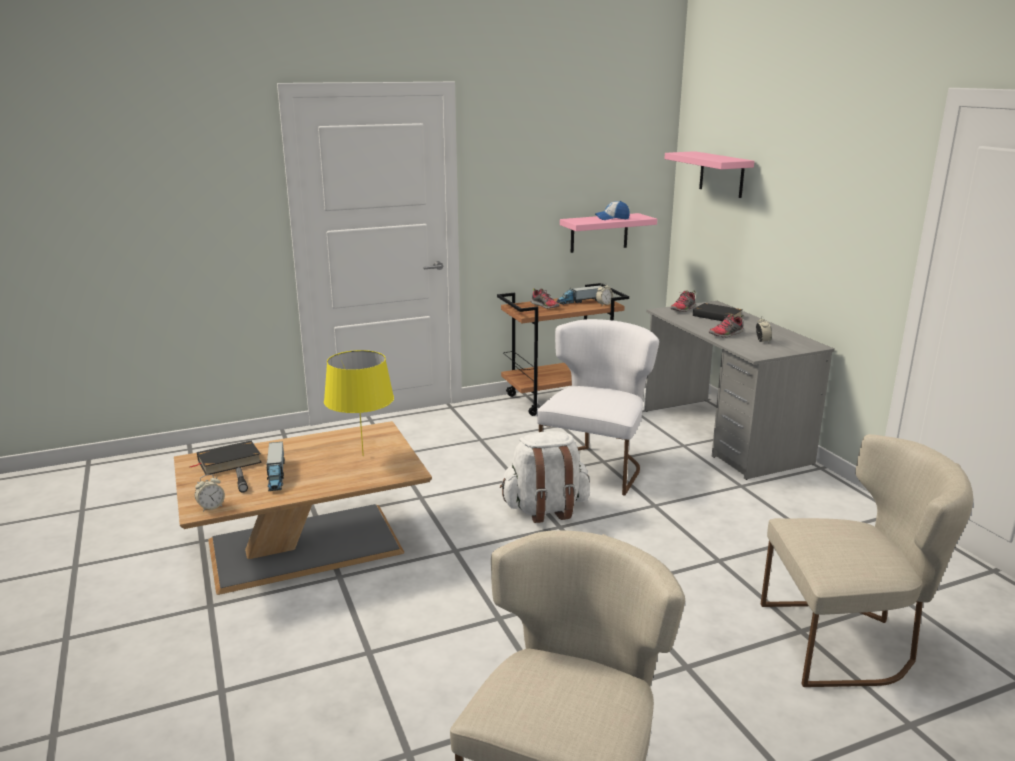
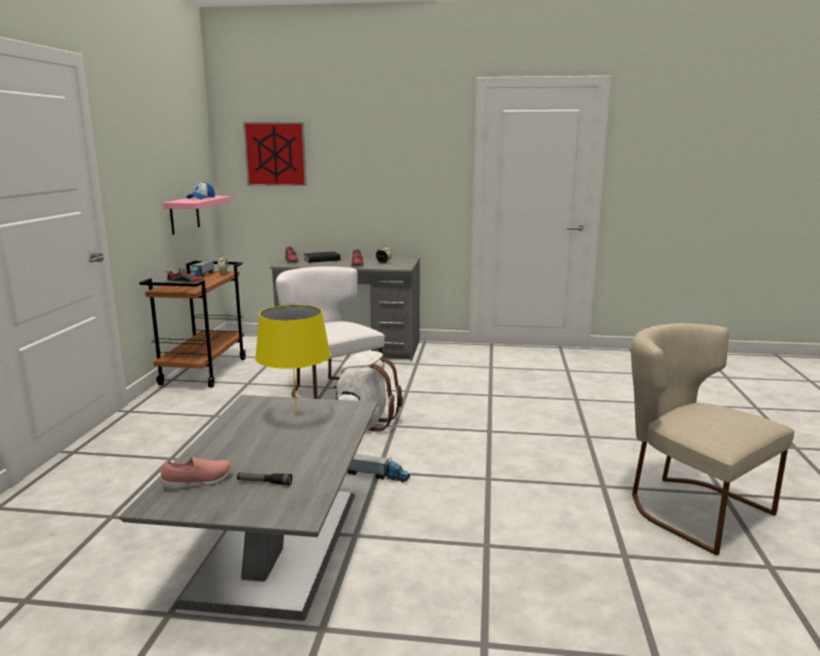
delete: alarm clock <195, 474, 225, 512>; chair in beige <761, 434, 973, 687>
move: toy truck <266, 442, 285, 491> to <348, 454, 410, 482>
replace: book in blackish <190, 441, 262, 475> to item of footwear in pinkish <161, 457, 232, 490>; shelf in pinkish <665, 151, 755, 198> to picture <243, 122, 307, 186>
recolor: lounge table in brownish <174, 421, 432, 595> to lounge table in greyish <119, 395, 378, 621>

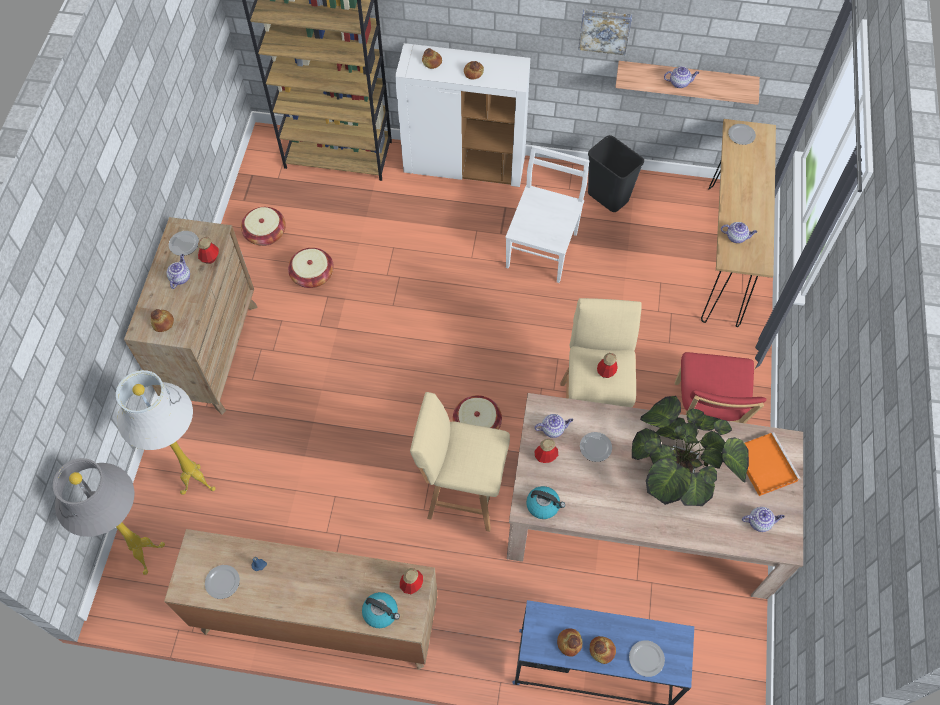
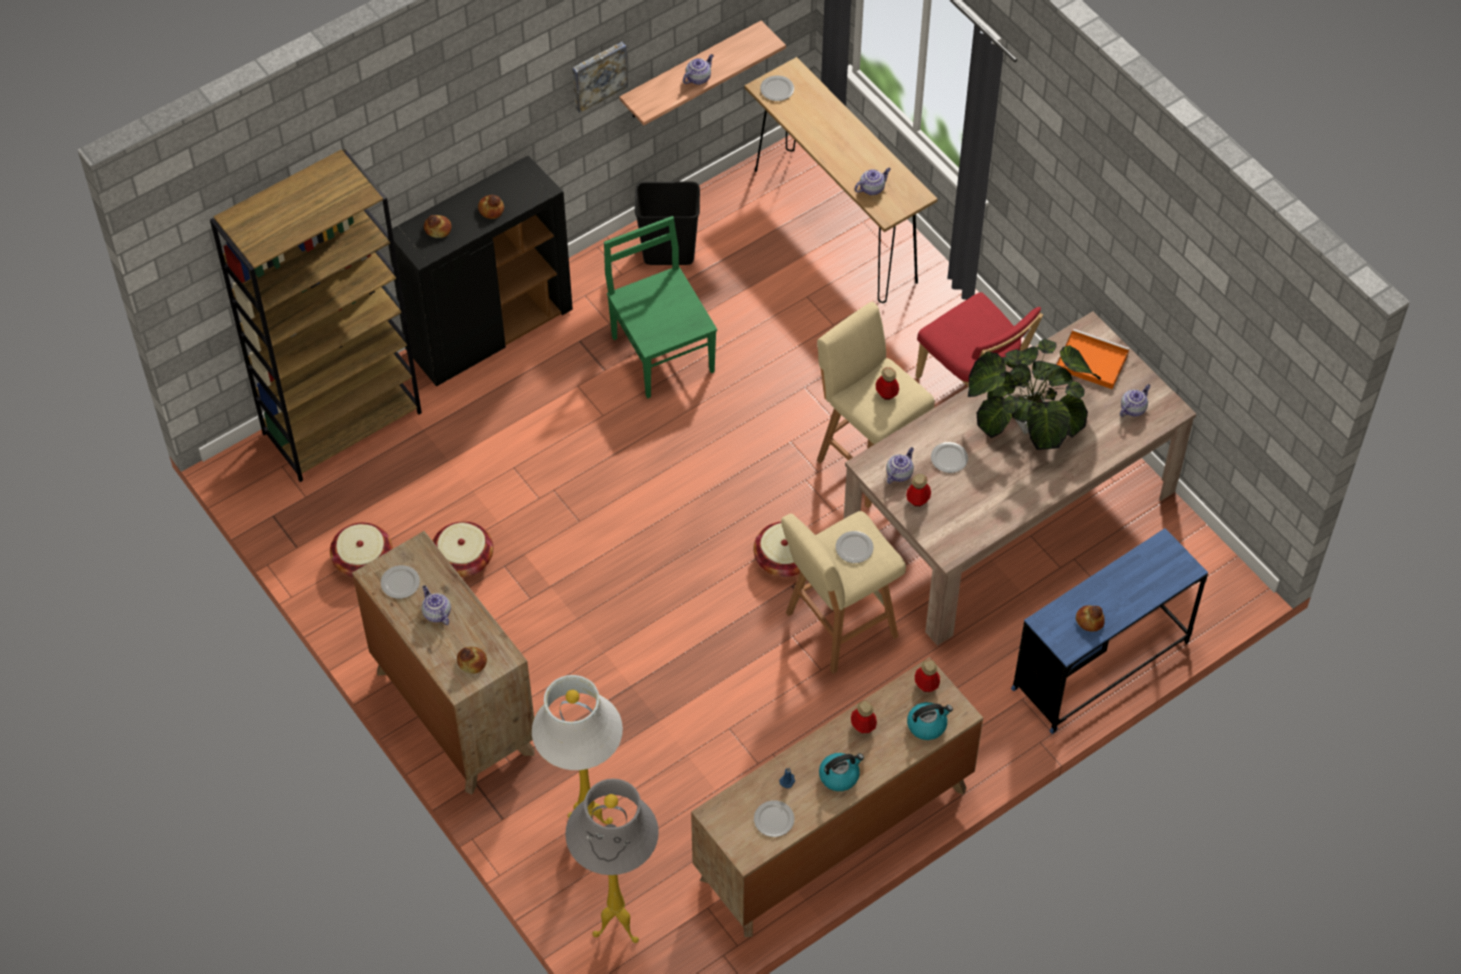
delete: bread <590, 636, 616, 664>
move: bottle <198, 237, 219, 264> to <851, 700, 877, 733>; kettle <526, 486, 565, 519> to <819, 753, 864, 791>; flat dish <629, 640, 665, 677> to <836, 531, 874, 563>
recolor: cabinet in whitish <395, 43, 530, 187> to cabinet in blackish <387, 156, 573, 387>; chair in whitish <505, 145, 590, 283> to chair in green-coloured <604, 216, 717, 398>

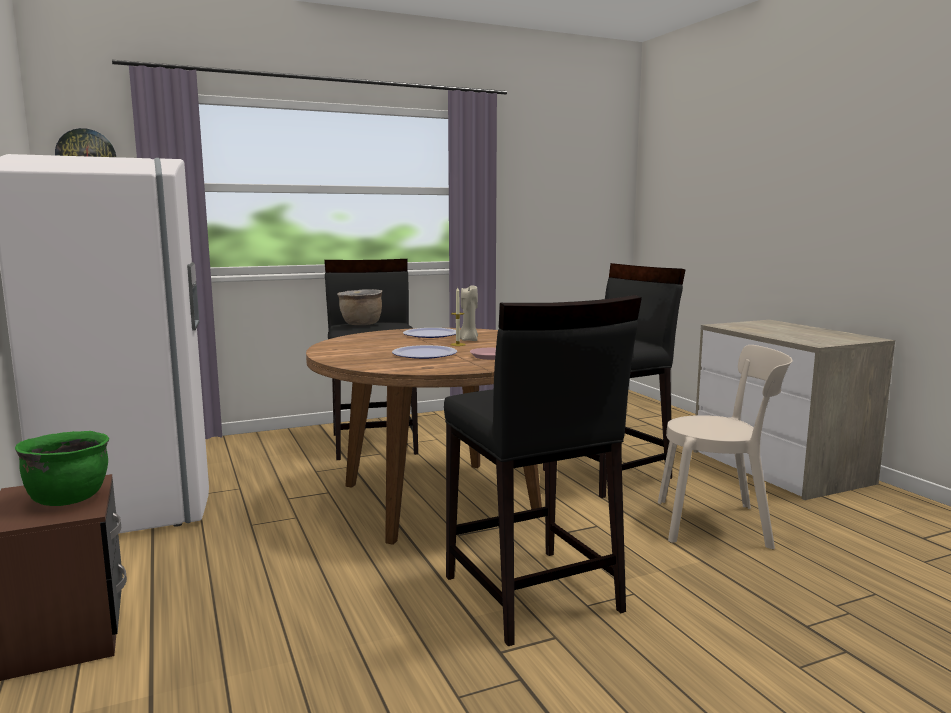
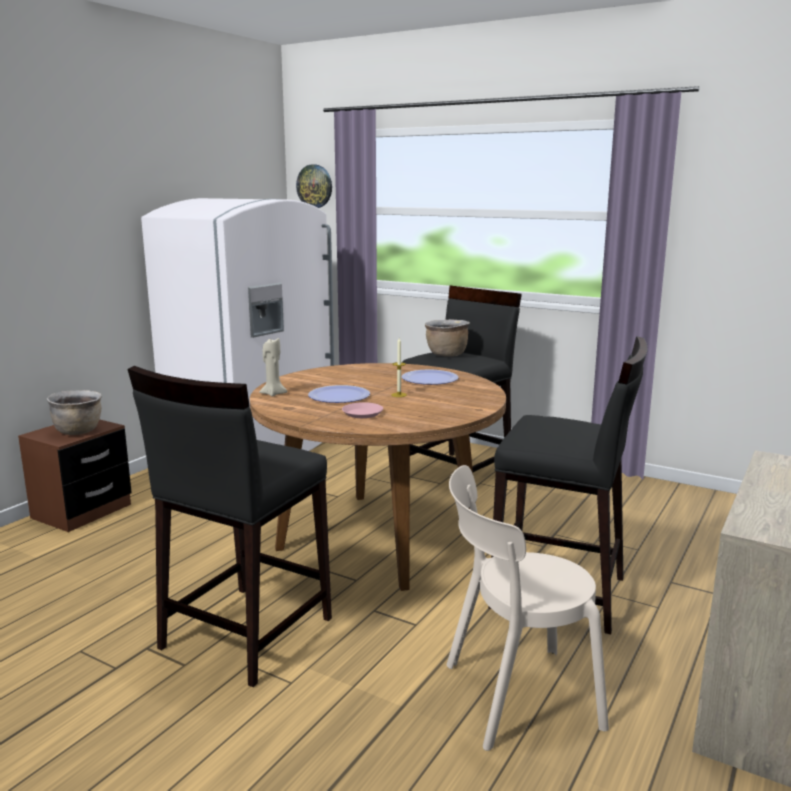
move: candle in beige <460, 285, 478, 341> to <259, 338, 288, 397>
recolor: cooking pot in green-coloured <15, 431, 109, 506> to cooking pot in brownish <47, 390, 102, 435>
rotate: chair in beige <658, 345, 793, 549> = <447, 465, 609, 751> 105 degrees clockwise

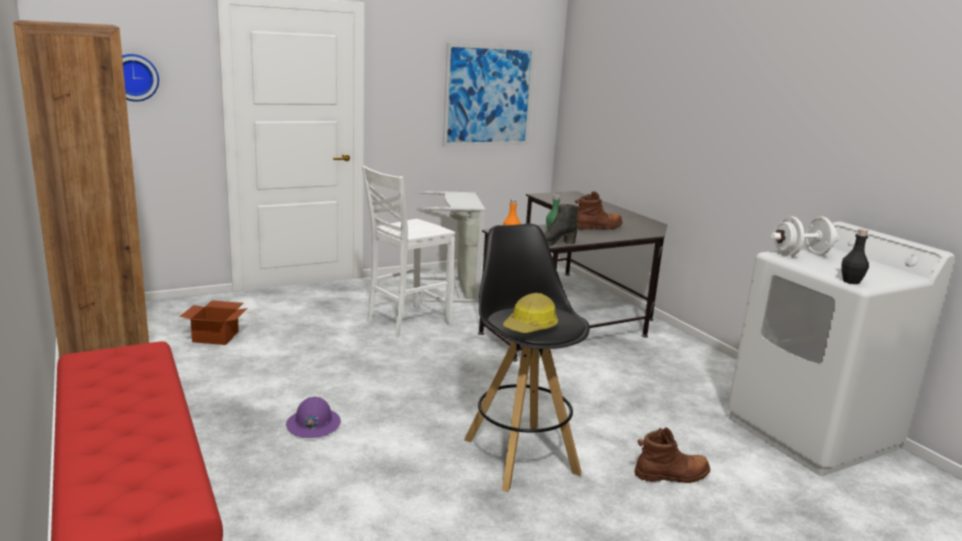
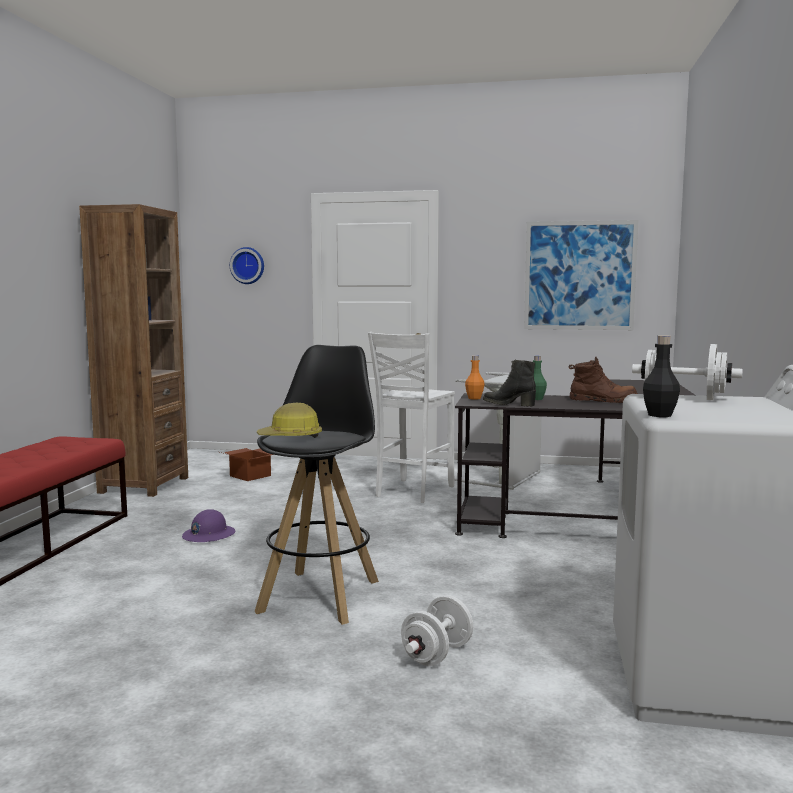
replace: boot in brownish <635, 427, 710, 483> to hand weight in whitish <401, 595, 473, 666>
rotate: chair in whitish <362, 166, 455, 337> = <368, 332, 455, 503> 60 degrees counterclockwise

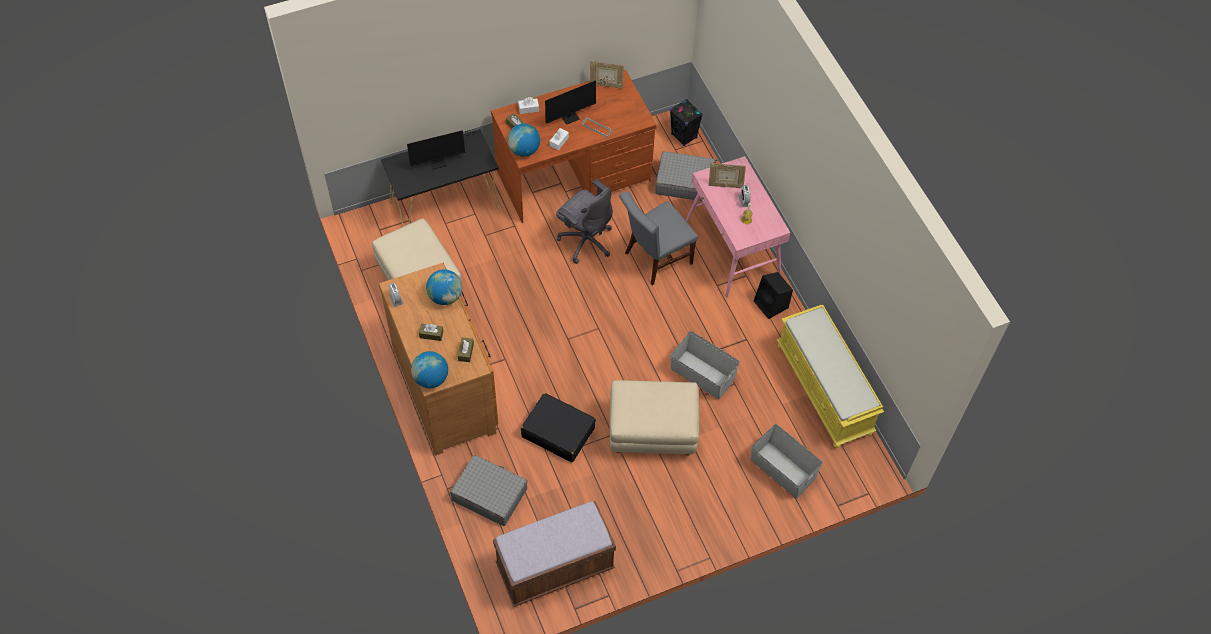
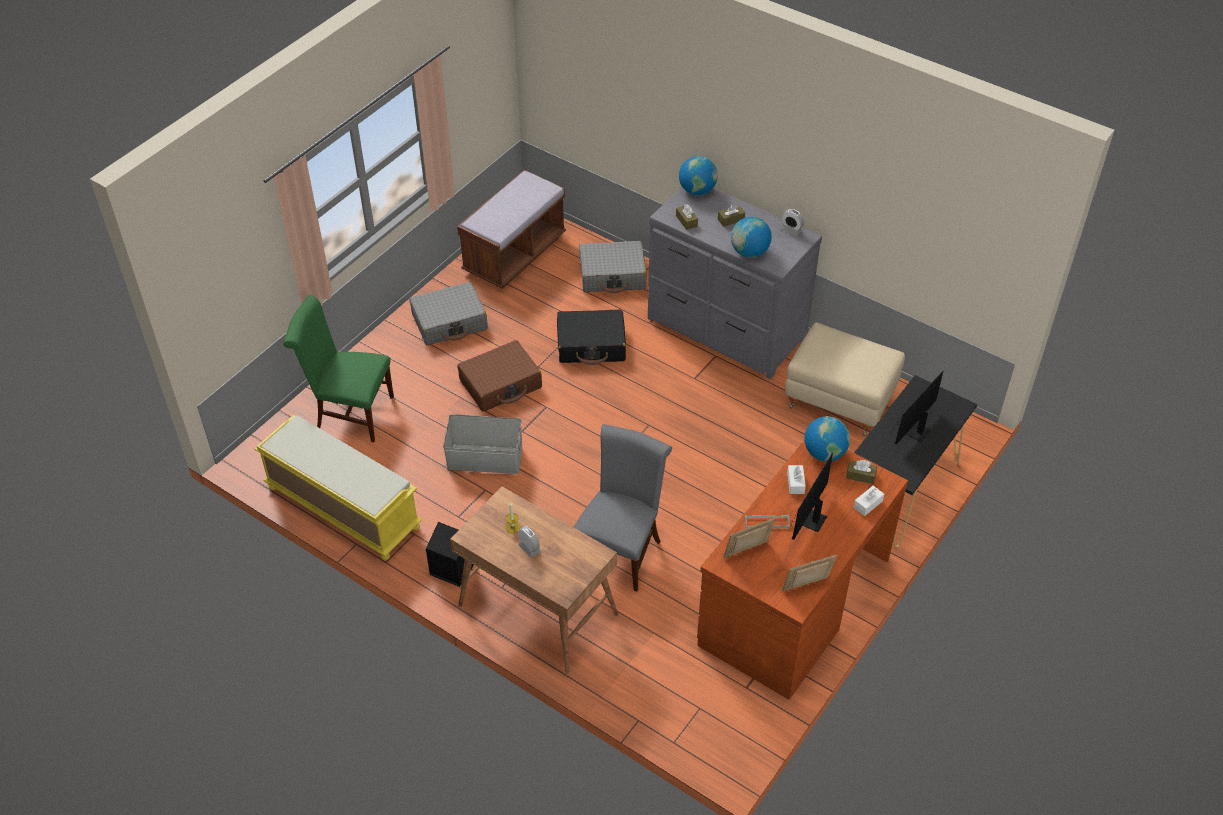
delete: desk chair in greyish <556, 179, 613, 264>; audio speaker in blackish <670, 99, 703, 146>
move: suitcase in greyish <655, 152, 715, 201> to <409, 282, 488, 345>; photo frame <709, 163, 746, 188> to <723, 518, 775, 558>
replace: ottoman in beige <610, 380, 699, 456> to suitcase in brownish <457, 340, 542, 412>; storage bin in greyish <751, 424, 823, 498> to chair in green-coloured <283, 295, 394, 442>
recolor: drawer chest in brownish <379, 263, 498, 455> to drawer chest in greyish <648, 187, 822, 379>; desk in pinkish <686, 156, 790, 297> to desk in brownish <450, 486, 618, 674>

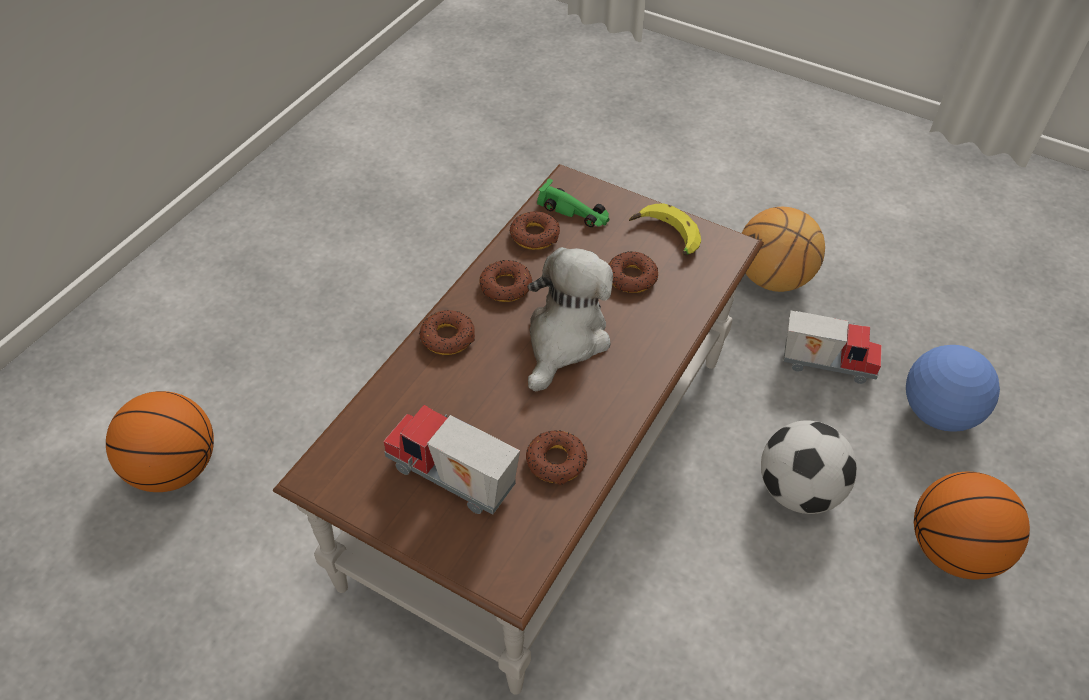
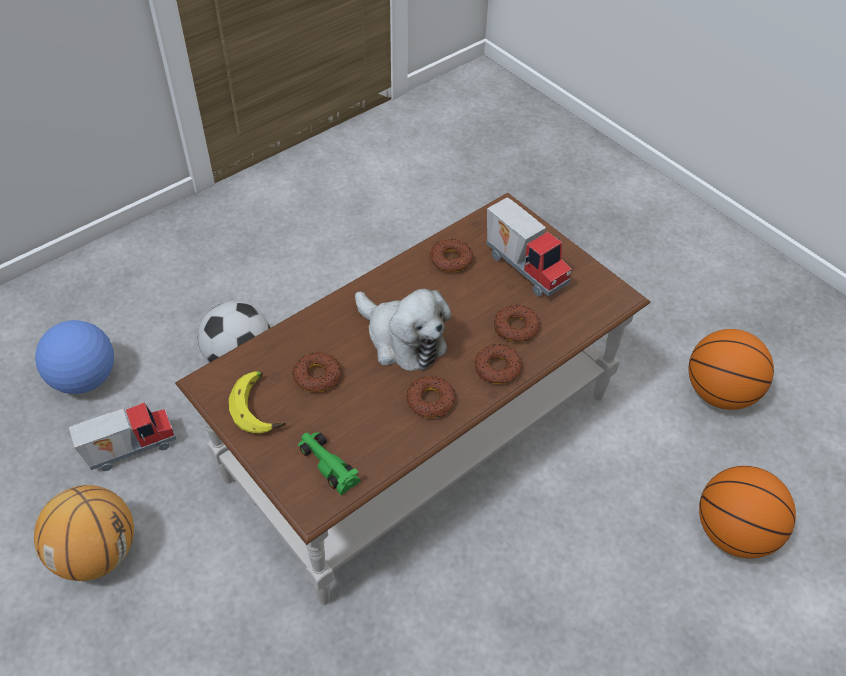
move: doughnut <510, 211, 560, 250> to <494, 305, 540, 342>; basketball <914, 472, 1030, 580> to <689, 329, 774, 410>
rotate: cuddly toy <527, 247, 613, 391> = <355, 289, 451, 371> 90 degrees counterclockwise; toy truck <783, 311, 882, 384> = <69, 402, 176, 471> 120 degrees clockwise

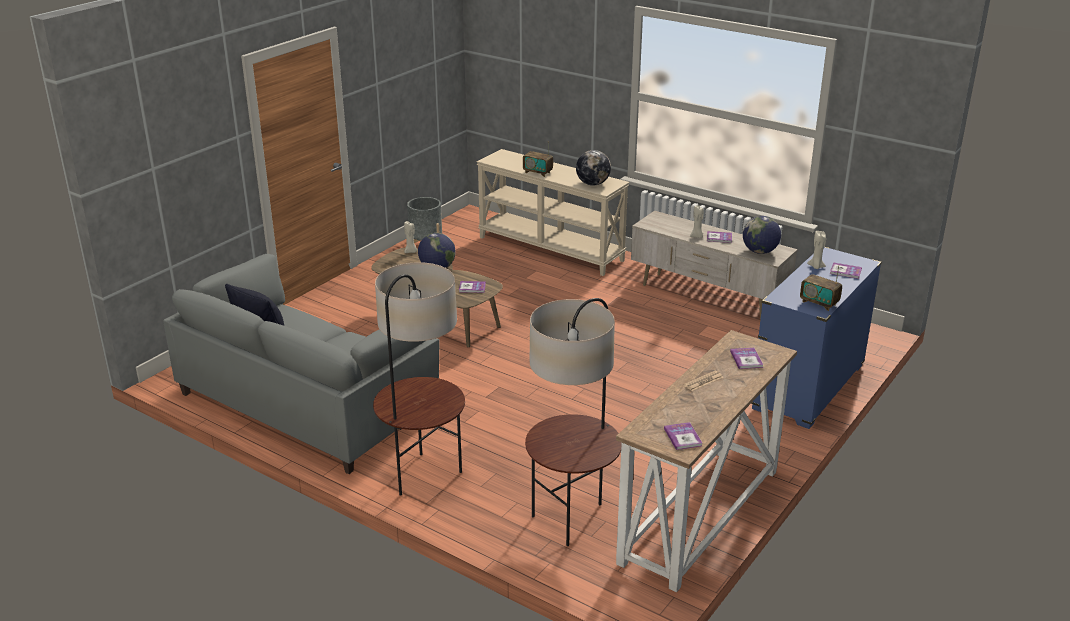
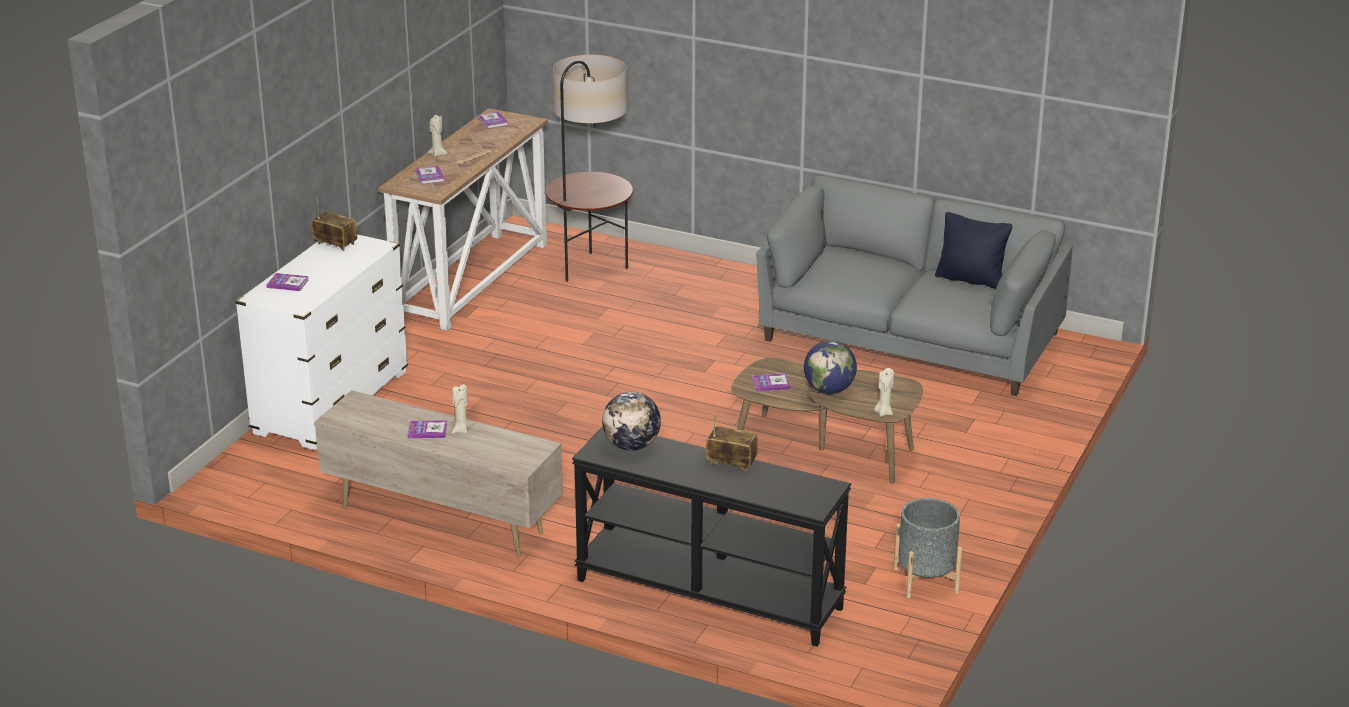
delete: standing lamp <373, 262, 465, 496>; world globe <743, 216, 781, 254>
move: candle in beige <807, 231, 826, 269> to <428, 115, 447, 157>
recolor: hall table in beige <477, 149, 629, 276> to hall table in blackish <572, 426, 851, 647>; drawer chest in bluish <751, 247, 882, 429> to drawer chest in whitish <235, 234, 408, 450>

